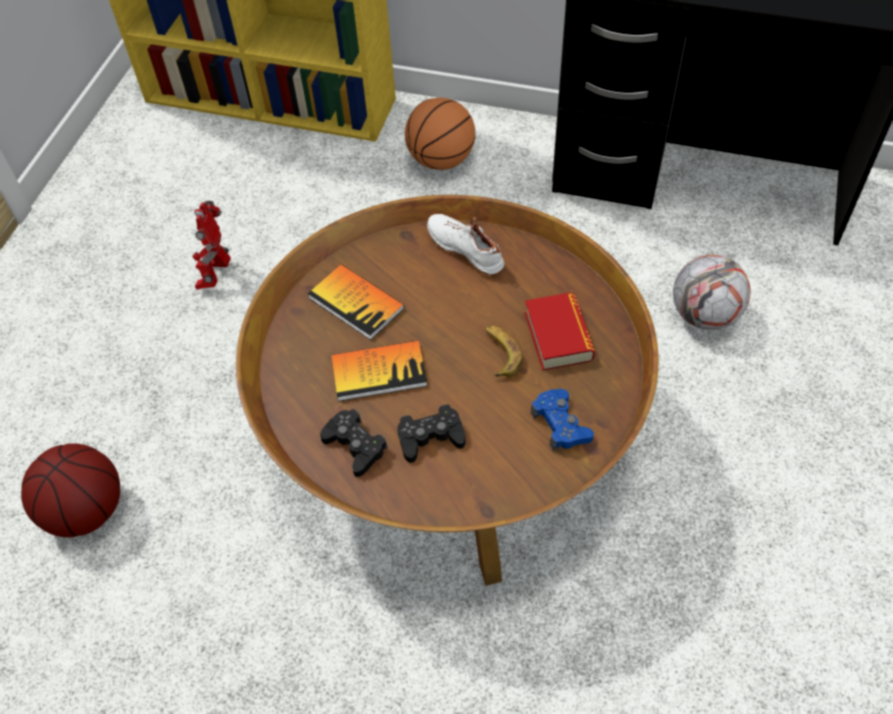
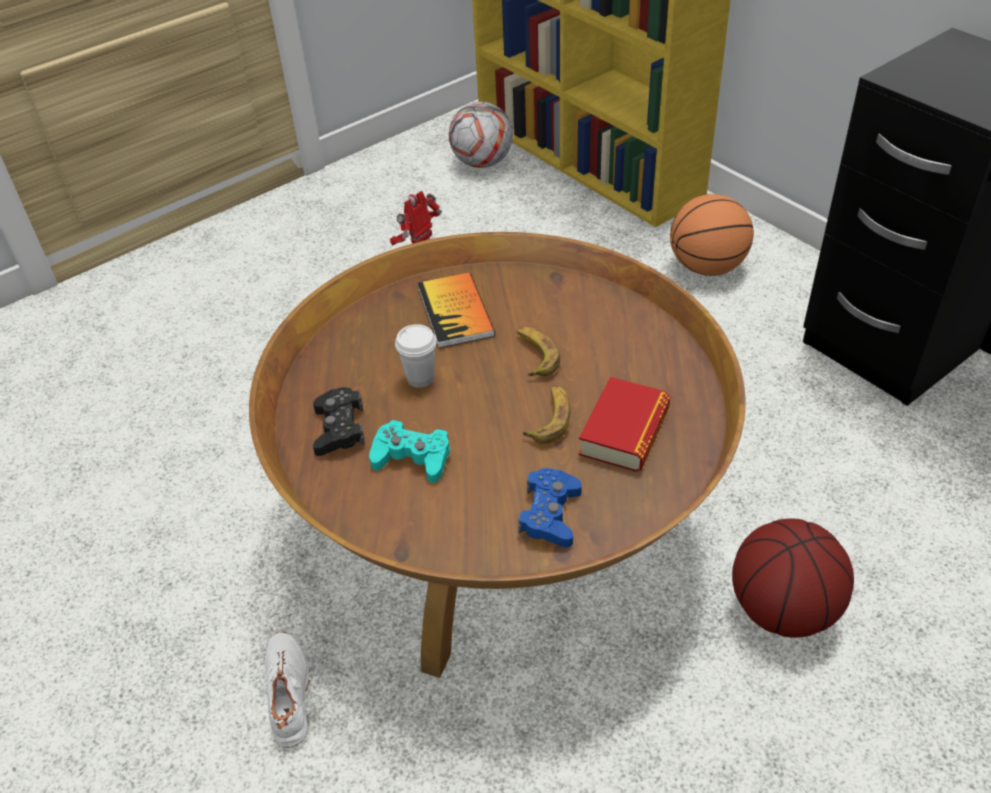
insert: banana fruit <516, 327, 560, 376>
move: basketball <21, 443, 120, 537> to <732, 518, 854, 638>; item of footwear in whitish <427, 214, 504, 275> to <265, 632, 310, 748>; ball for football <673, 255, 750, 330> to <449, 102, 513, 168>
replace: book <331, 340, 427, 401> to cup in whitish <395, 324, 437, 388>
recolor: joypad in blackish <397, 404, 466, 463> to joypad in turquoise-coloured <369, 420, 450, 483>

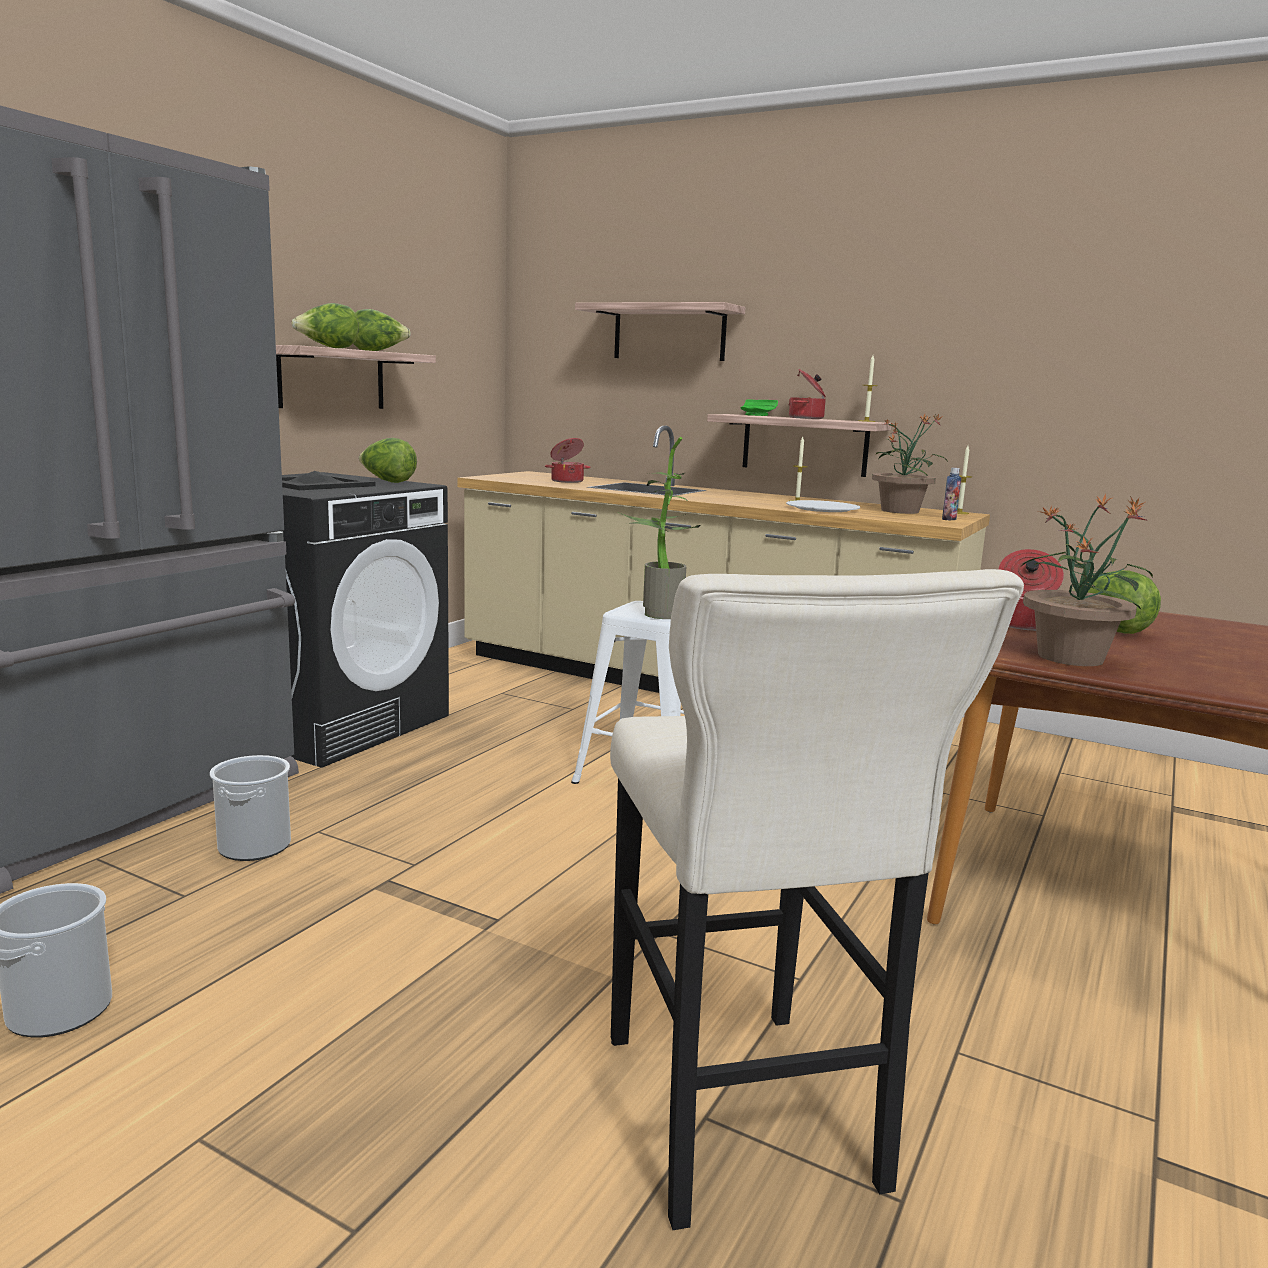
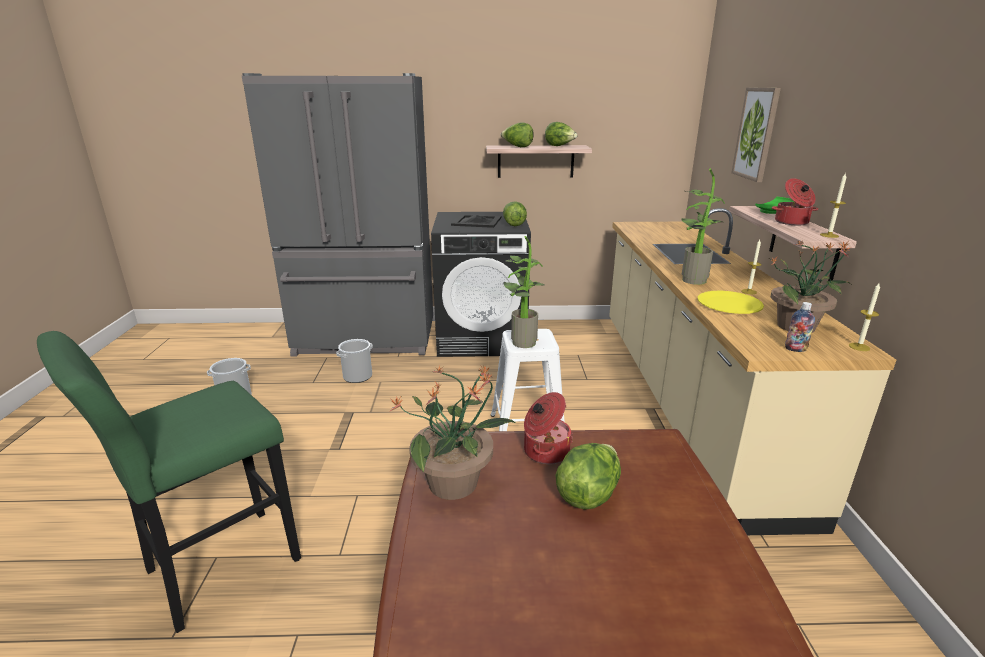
delete: cooking pot <545, 438, 591, 483>
insert: plant in a pot <681, 168, 725, 285>
replace: shelf <575, 302, 745, 361> to picture <732, 88, 781, 182>
recolor: stool in beige <610, 569, 1024, 1230> to stool in green-coloured <37, 331, 301, 633>; flat dish in whitish <786, 500, 860, 512> to flat dish in yellow <698, 291, 764, 314>

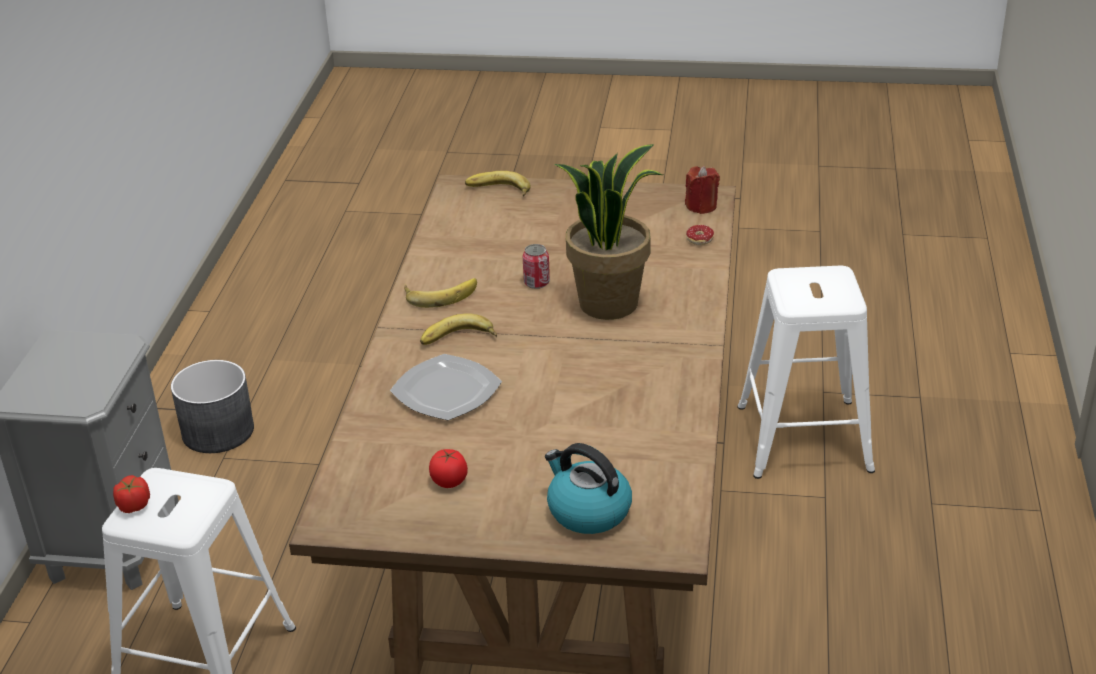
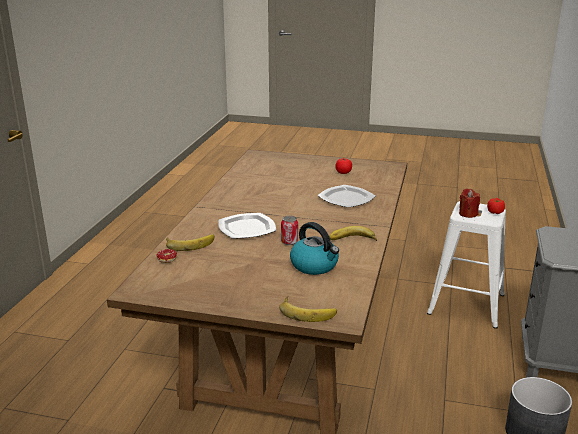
delete: stool in whitish <737, 266, 875, 479>
move: banana fruit <420, 313, 497, 345> to <166, 234, 215, 251>; kettle <545, 443, 632, 534> to <290, 222, 339, 275>; candle in red <685, 166, 720, 214> to <459, 189, 480, 218>
replace: plant in a pot <555, 144, 663, 320> to flat dish <218, 213, 276, 239>

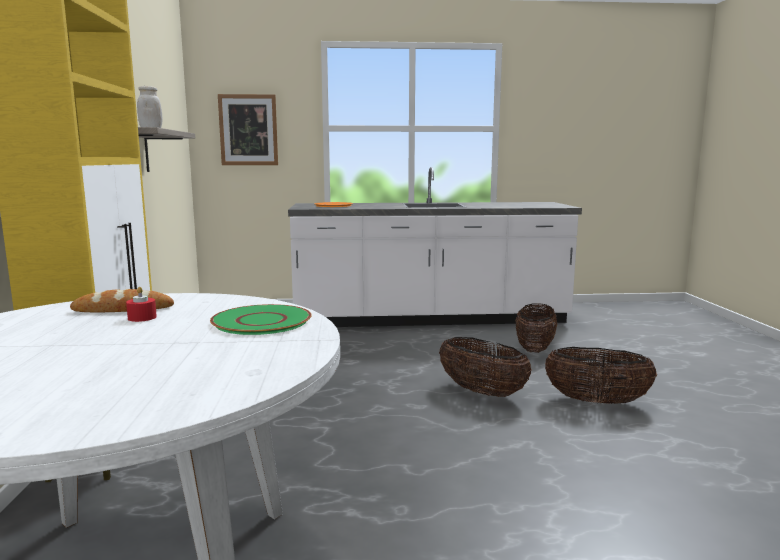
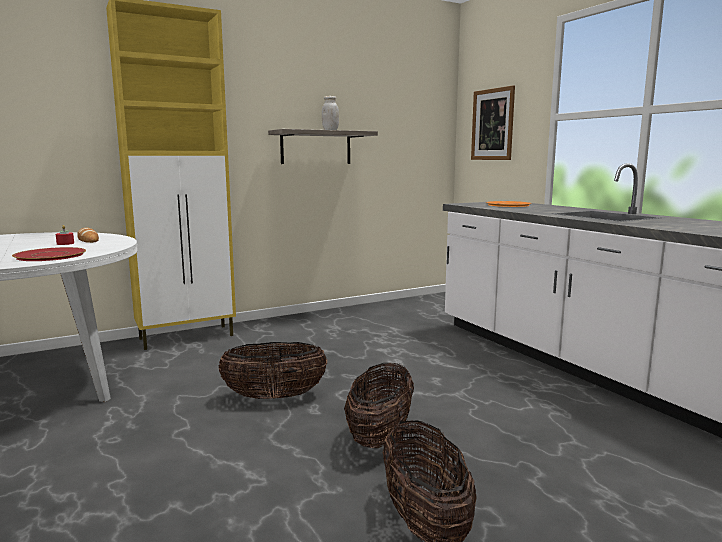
move: storage basket <516, 303, 557, 353> to <219, 342, 327, 399>
recolor: flat dish in green-coloured <210, 304, 312, 335> to flat dish in red <12, 247, 86, 261>

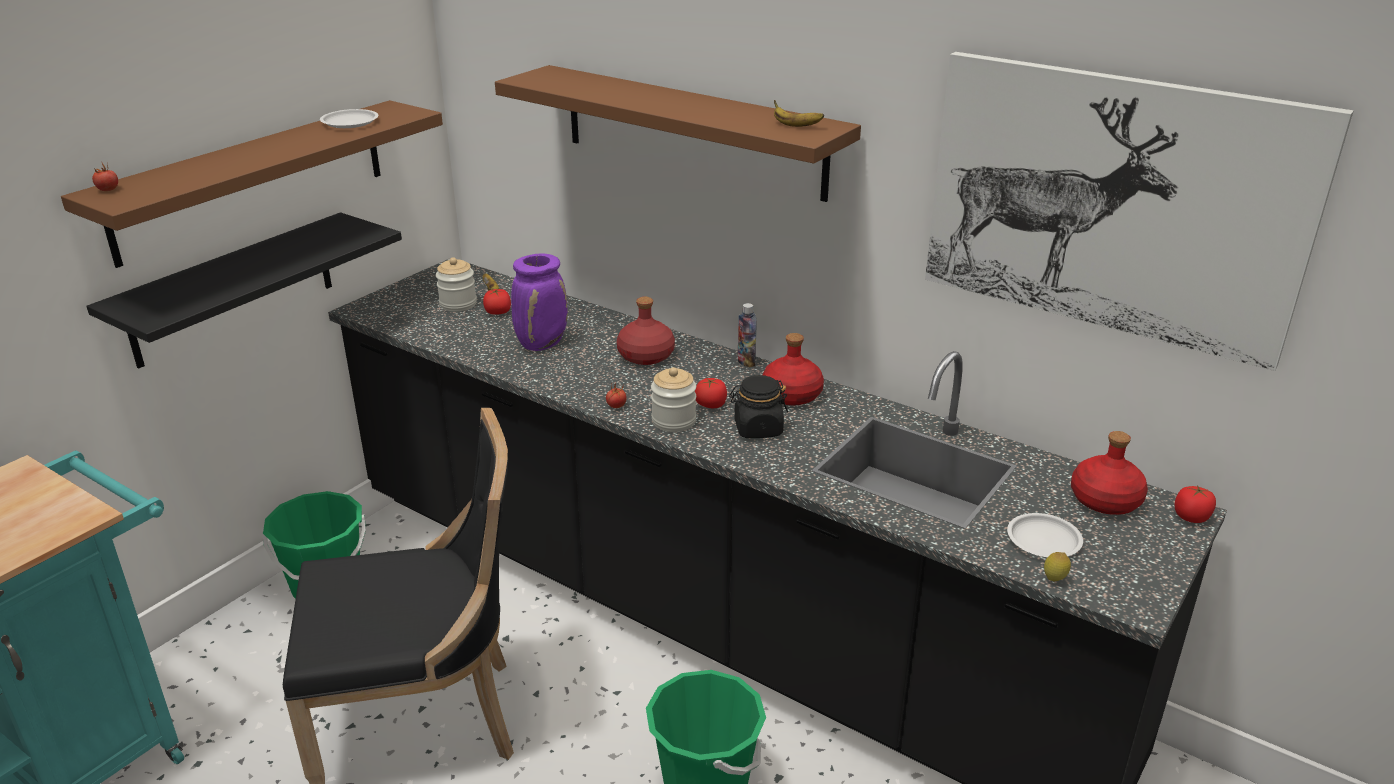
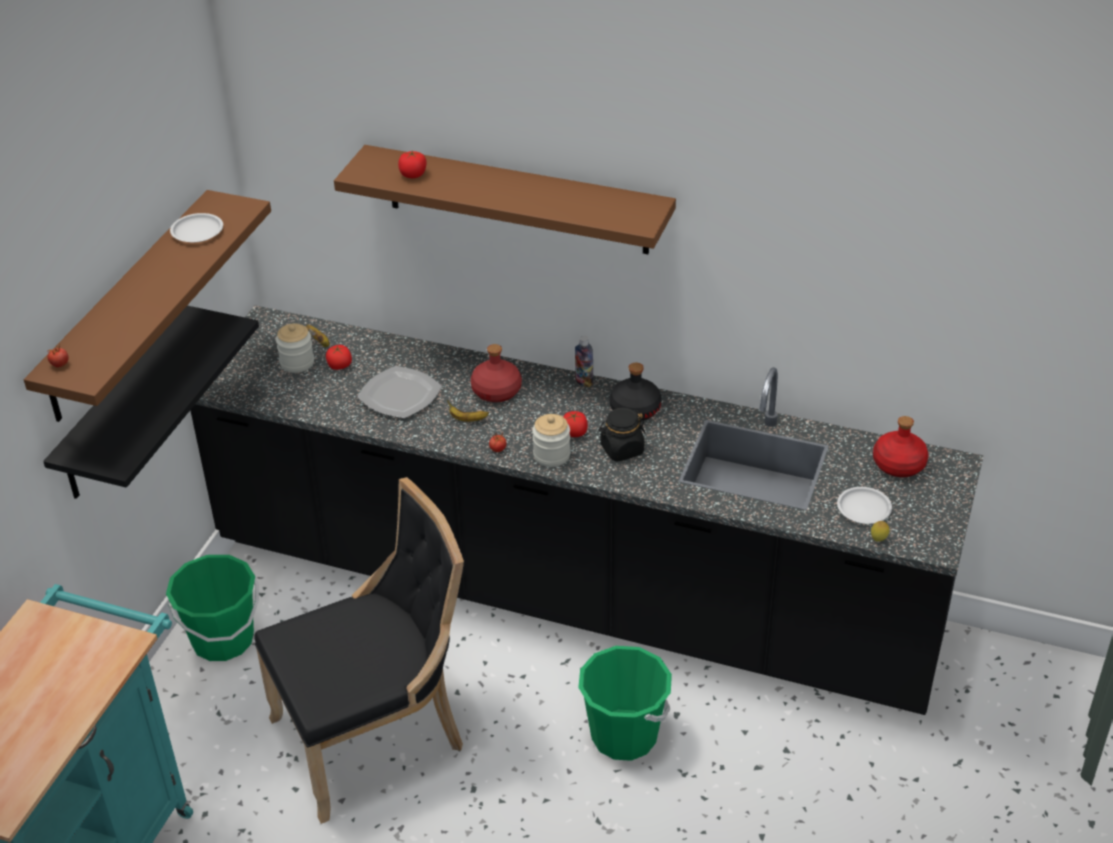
delete: picture <925, 52, 1353, 371>
move: banana fruit <774, 100, 824, 127> to <447, 400, 489, 422>; fresh tomato <1175, 485, 1216, 523> to <398, 151, 427, 178>
replace: vase in purplish <511, 254, 568, 351> to flat dish <357, 366, 442, 419>
recolor: bottle in red <763, 333, 824, 405> to bottle in blackish <609, 363, 662, 420>

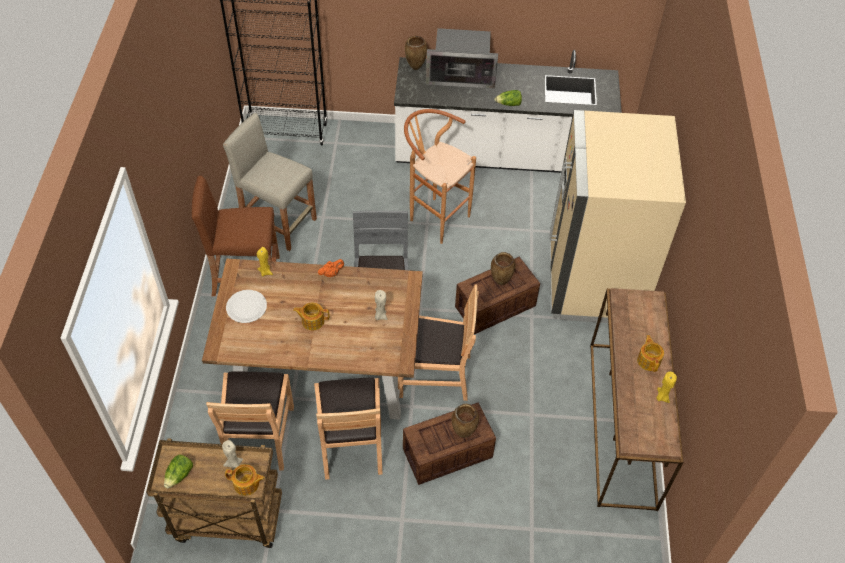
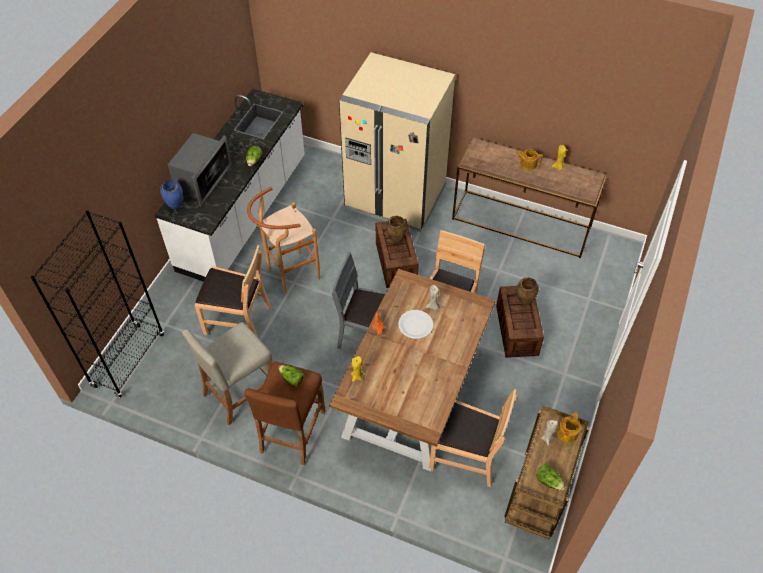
delete: pot for tea <293, 303, 330, 330>
insert: lettuce head <279, 365, 304, 386>
move: flat dish in whitish <226, 290, 267, 323> to <398, 310, 433, 339>; chair in brownish <314, 377, 382, 480> to <195, 245, 271, 337>
recolor: vase in brownish <405, 36, 427, 70> to vase in bluish <160, 180, 183, 210>

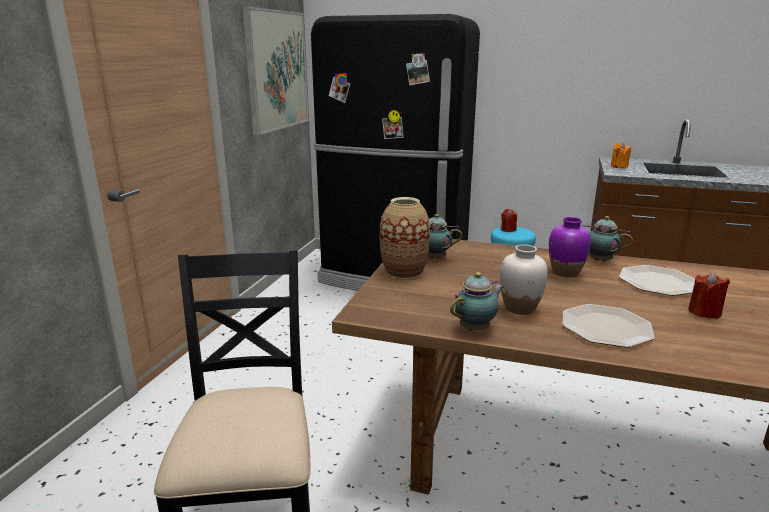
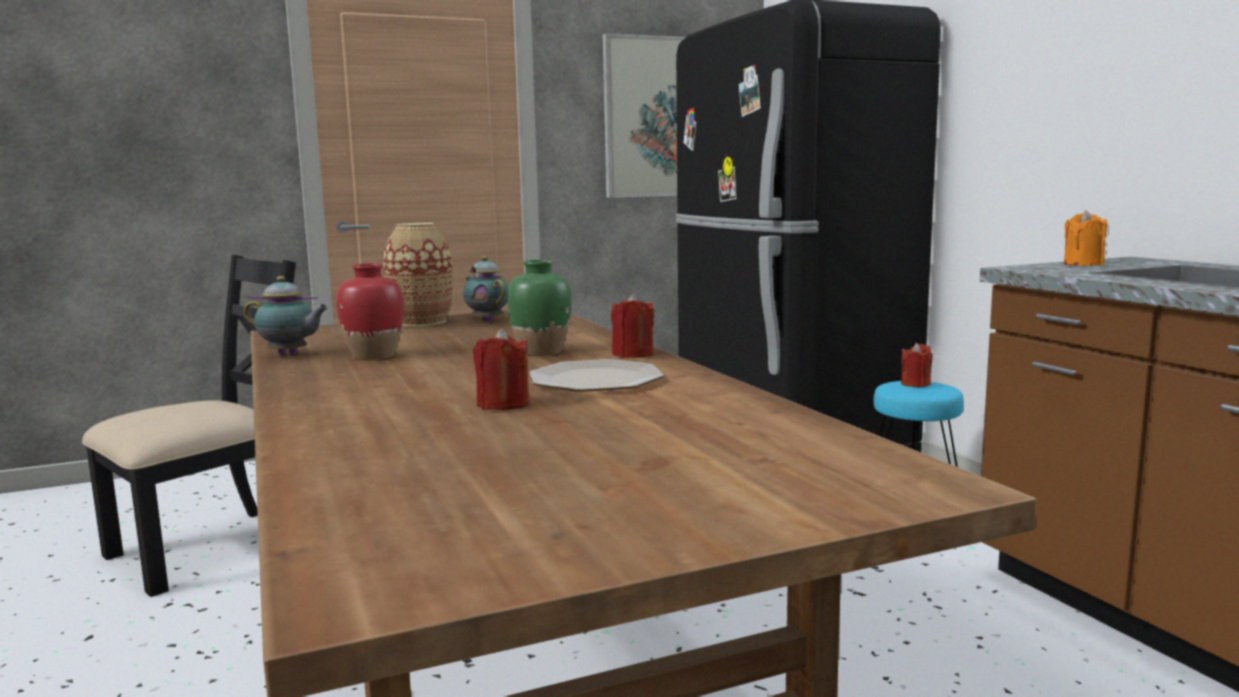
delete: flat dish <562, 304, 655, 348>
replace: pot for tea <581, 216, 633, 262> to candle in red <611, 293, 654, 358>
recolor: vase in whitish <500, 244, 548, 315> to vase in red <336, 263, 404, 360>; vase in purplish <549, 217, 591, 278> to vase in green-coloured <507, 260, 572, 356>

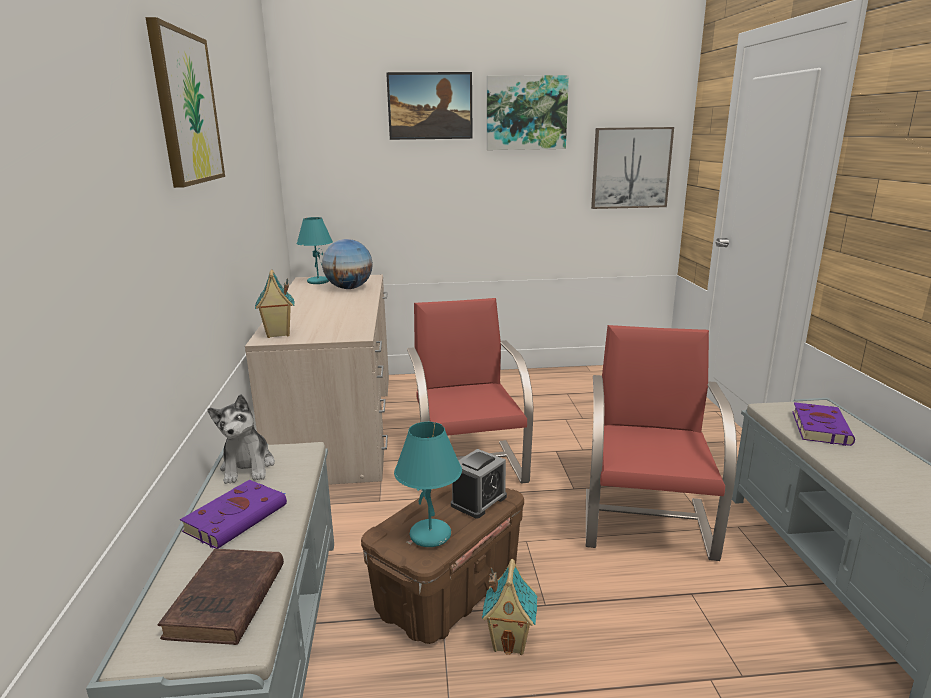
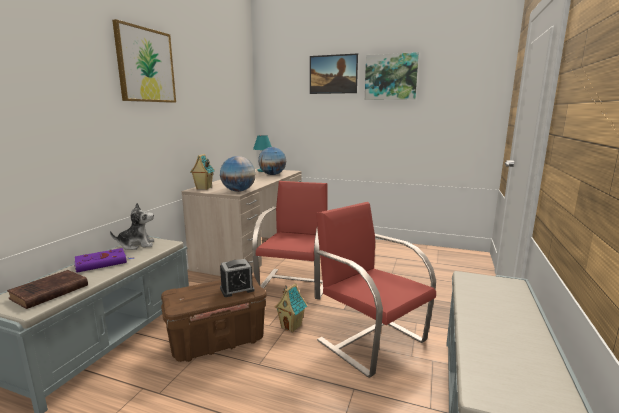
delete: tabletop lamp in turquoise-coloured <394, 422, 462, 547>; picture <591, 127, 674, 209>; book in purplish <792, 402, 855, 446>
insert: world globe <220, 156, 256, 192>
move: model house <482, 559, 538, 655> to <275, 283, 307, 332>
rotate: cuddly toy <208, 394, 275, 484> = <110, 203, 154, 250> 120 degrees counterclockwise; chair in red <586, 325, 737, 561> = <316, 202, 436, 378> 75 degrees counterclockwise

